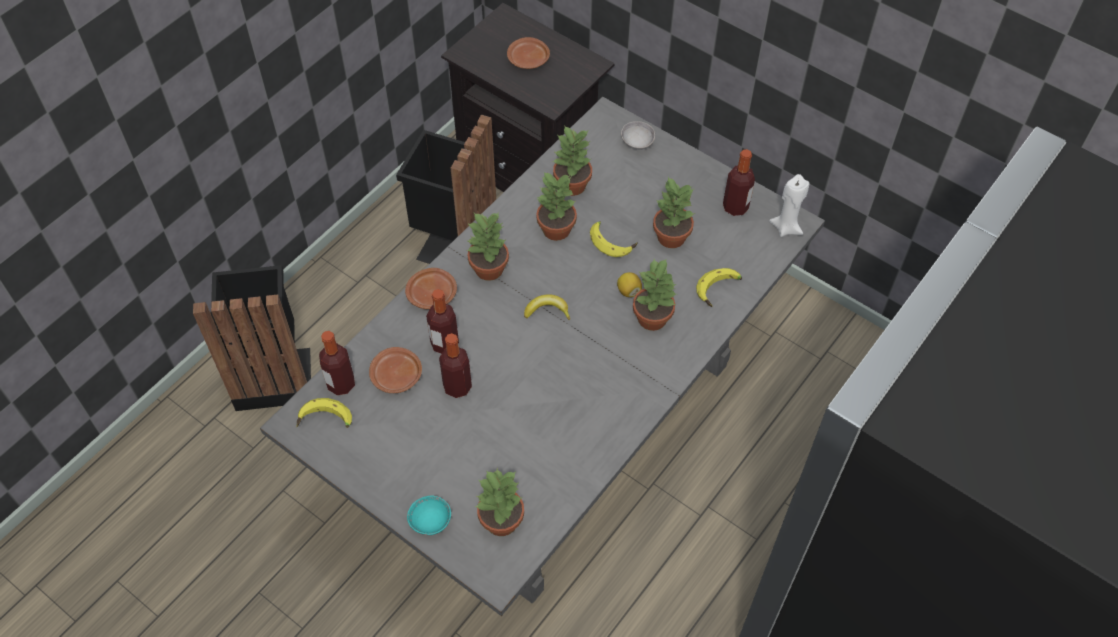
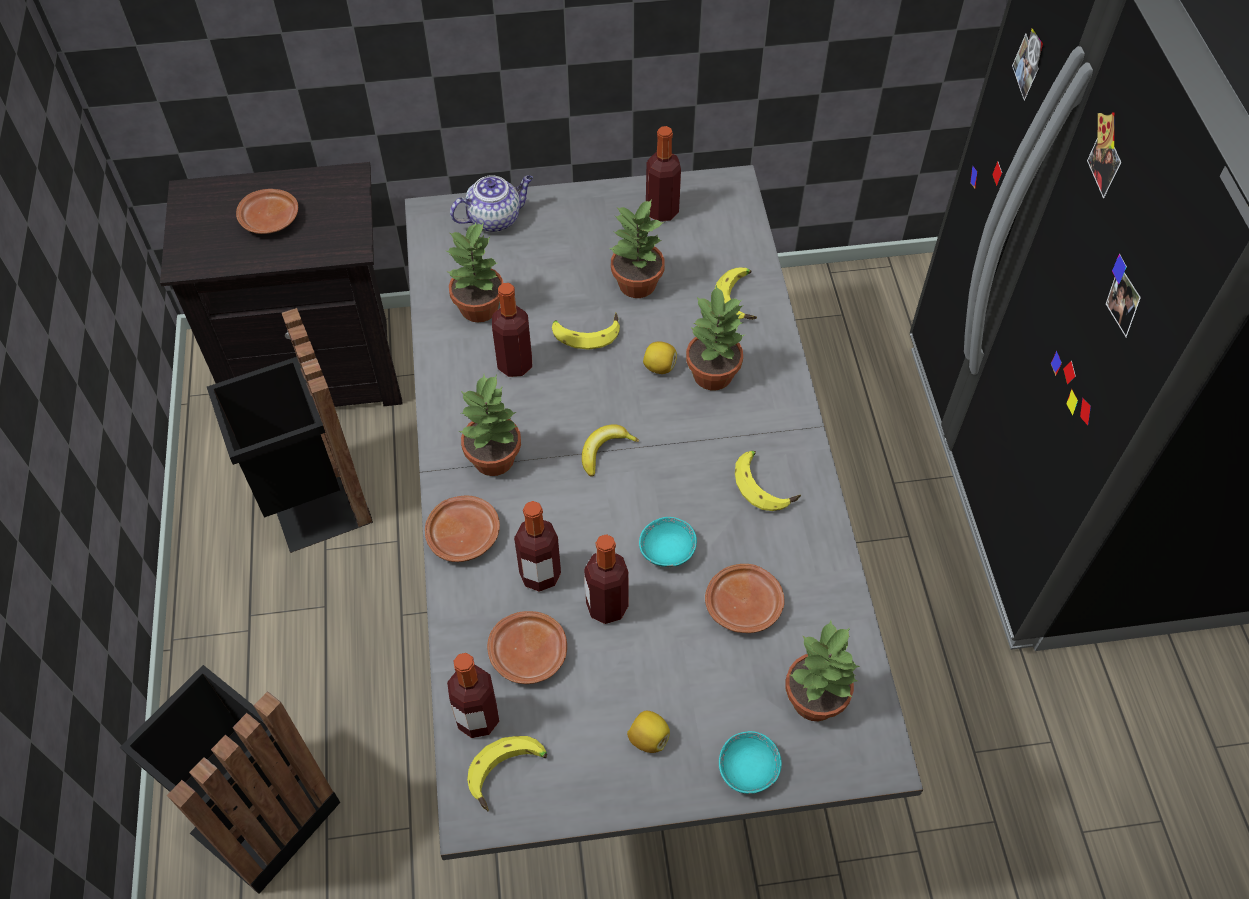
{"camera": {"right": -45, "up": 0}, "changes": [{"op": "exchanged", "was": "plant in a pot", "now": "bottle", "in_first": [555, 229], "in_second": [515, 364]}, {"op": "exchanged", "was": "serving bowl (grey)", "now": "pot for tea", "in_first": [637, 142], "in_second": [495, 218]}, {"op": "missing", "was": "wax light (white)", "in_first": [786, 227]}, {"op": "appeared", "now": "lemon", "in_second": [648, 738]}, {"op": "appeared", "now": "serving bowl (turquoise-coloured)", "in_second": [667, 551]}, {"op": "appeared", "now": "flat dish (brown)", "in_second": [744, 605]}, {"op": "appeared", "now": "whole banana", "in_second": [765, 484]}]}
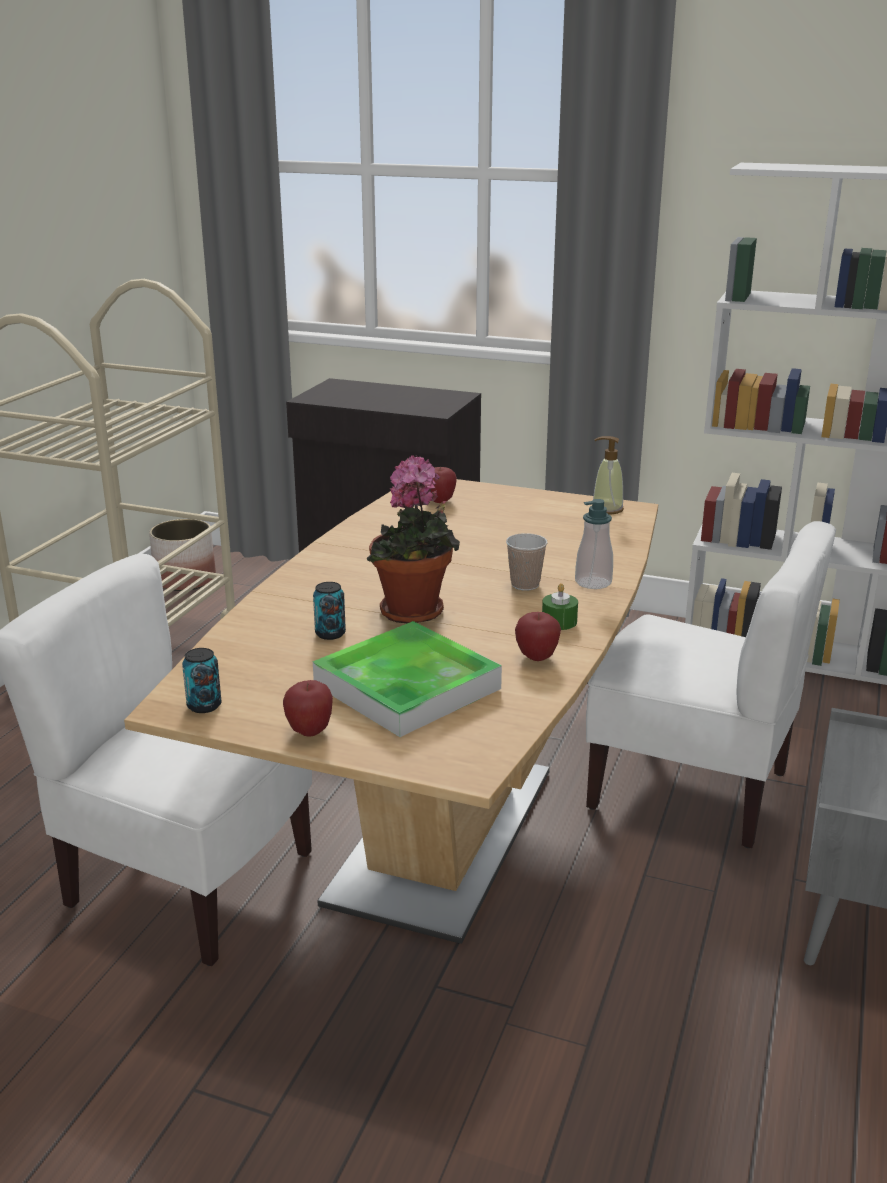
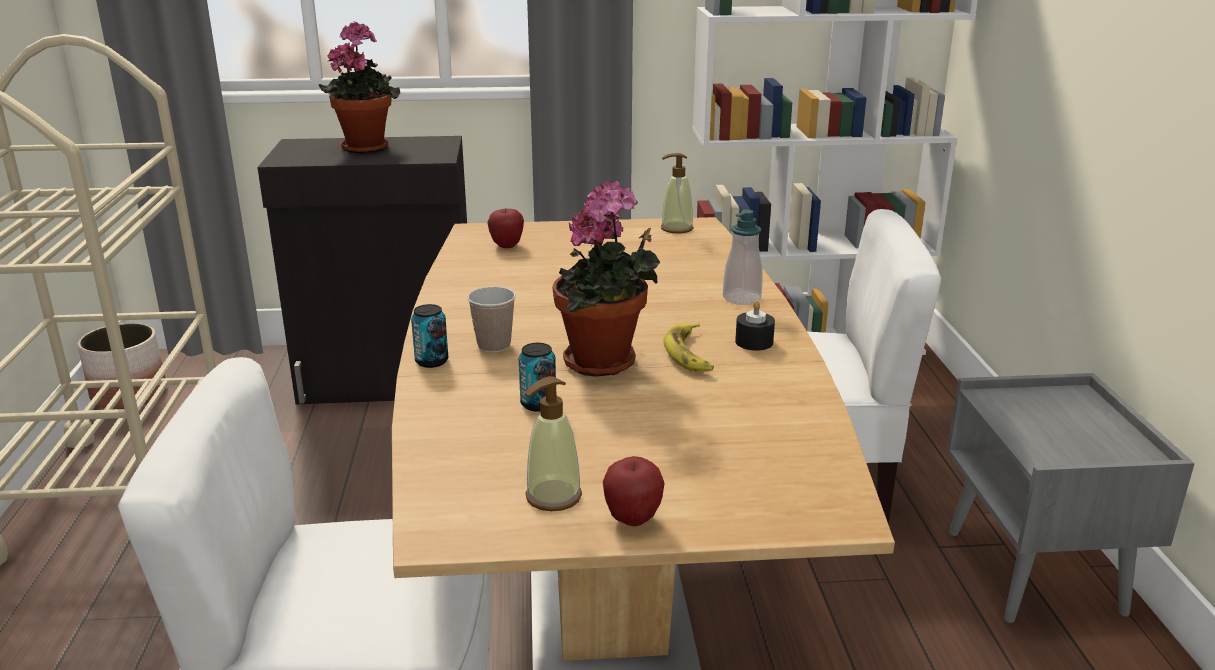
{"camera": {"right": -25, "up": 0}, "changes": [{"op": "relocated", "was": "can", "in_first": [204, 706], "in_second": [431, 361]}, {"op": "missing", "was": "carrying tray", "in_first": [407, 686]}, {"op": "relocated", "was": "drinking cup", "in_first": [525, 585], "in_second": [494, 346]}, {"op": "missing", "was": "apple", "in_first": [537, 658]}, {"op": "colour", "was": "wax light (green-coloured)", "now": "wax light (black-coloured)", "in_first": [559, 622], "in_second": [754, 342]}, {"op": "appeared", "now": "plant in a pot", "in_second": [366, 147]}, {"op": "appeared", "now": "soap dispenser", "in_second": [553, 496]}, {"op": "appeared", "now": "whole banana", "in_second": [690, 354]}]}
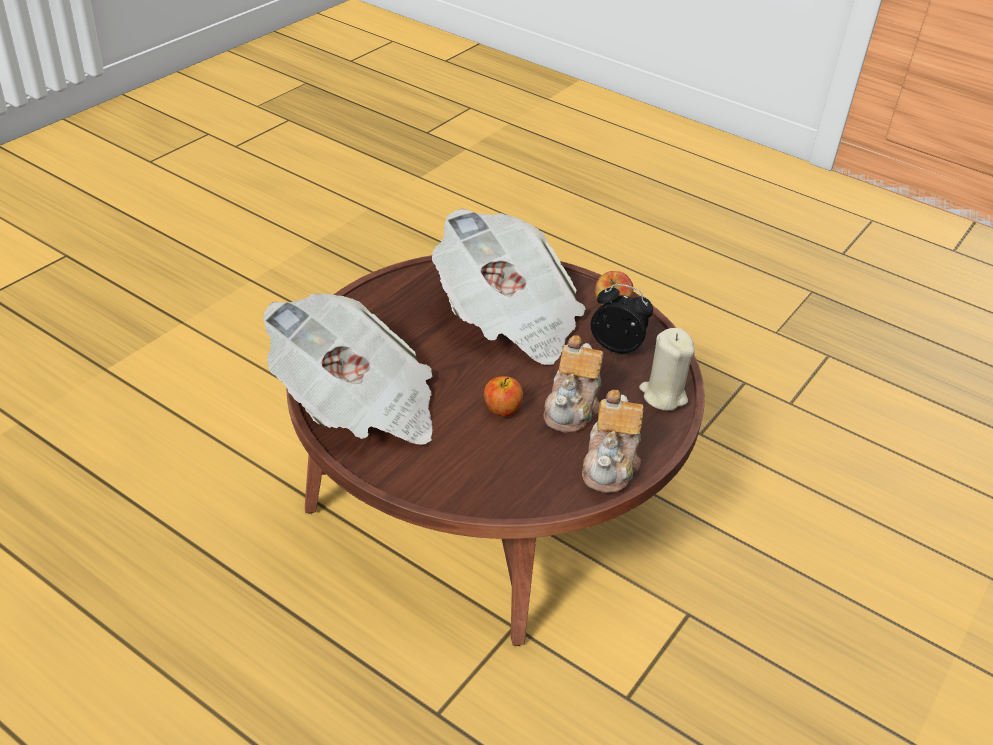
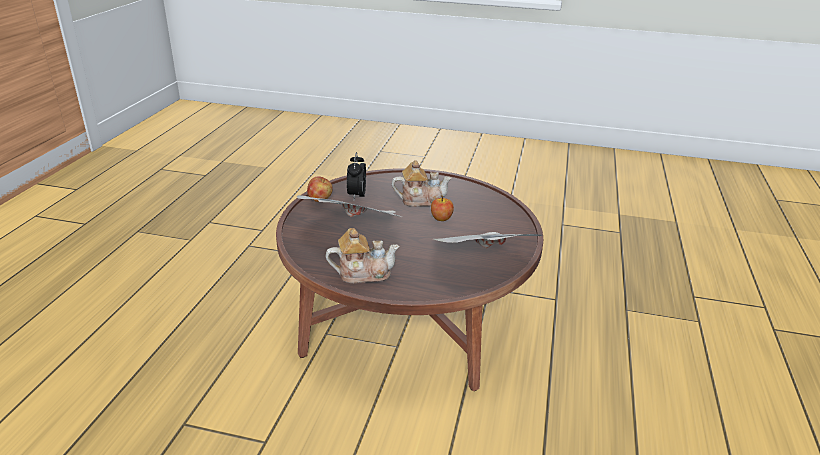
{"camera": {"right": -110, "up": -10}, "changes": [{"op": "relocated", "was": "pot for tea", "in_first": [611, 464], "in_second": [363, 273]}, {"op": "missing", "was": "wax light (sand-coloured)", "in_first": [663, 395]}]}
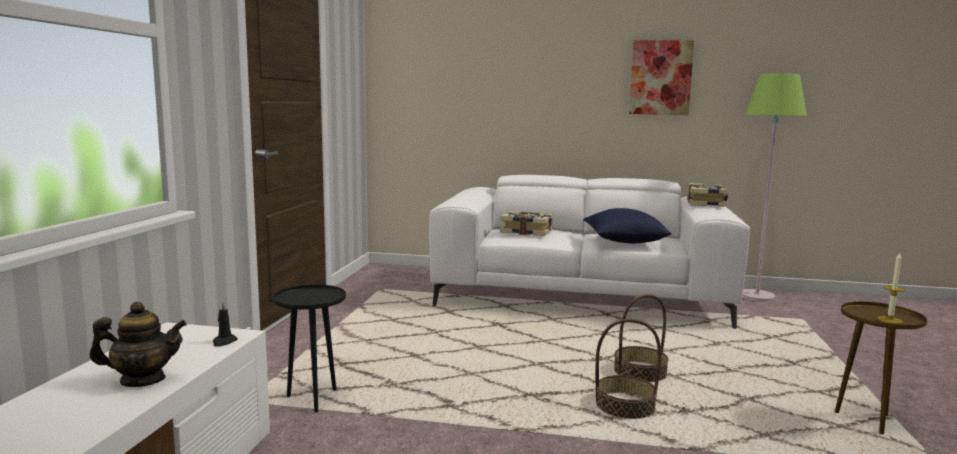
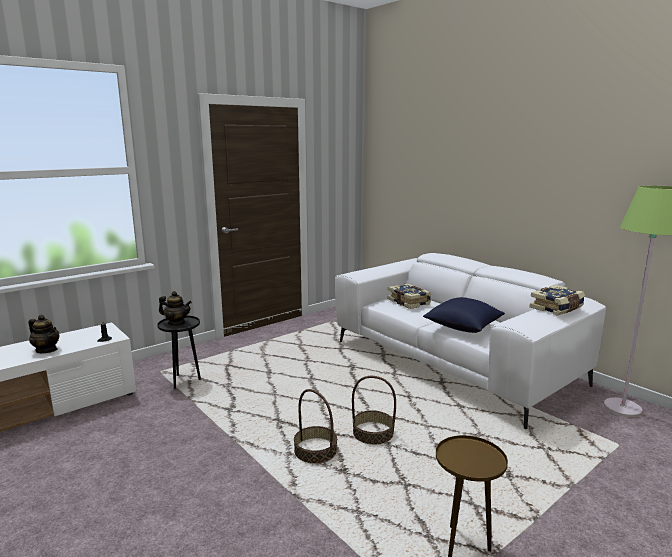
{"camera": {"right": 40, "up": 5}, "changes": [{"op": "missing", "was": "wall art", "in_first": [660, 77]}, {"op": "missing", "was": "wax light", "in_first": [889, 320]}, {"op": "appeared", "now": "pot for tea", "in_second": [176, 323]}]}
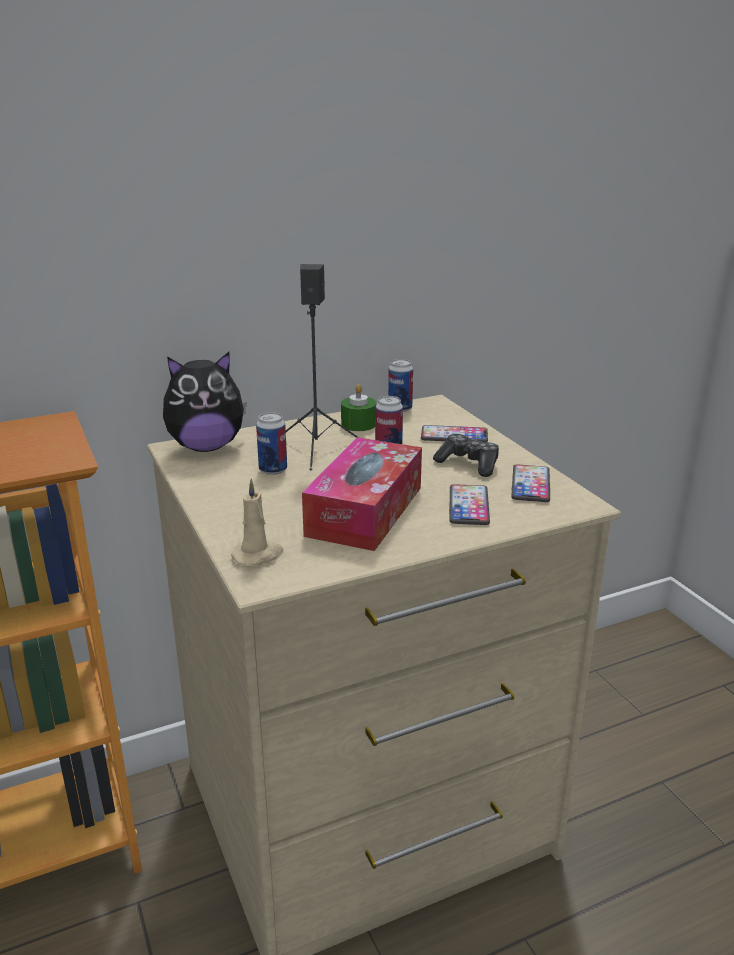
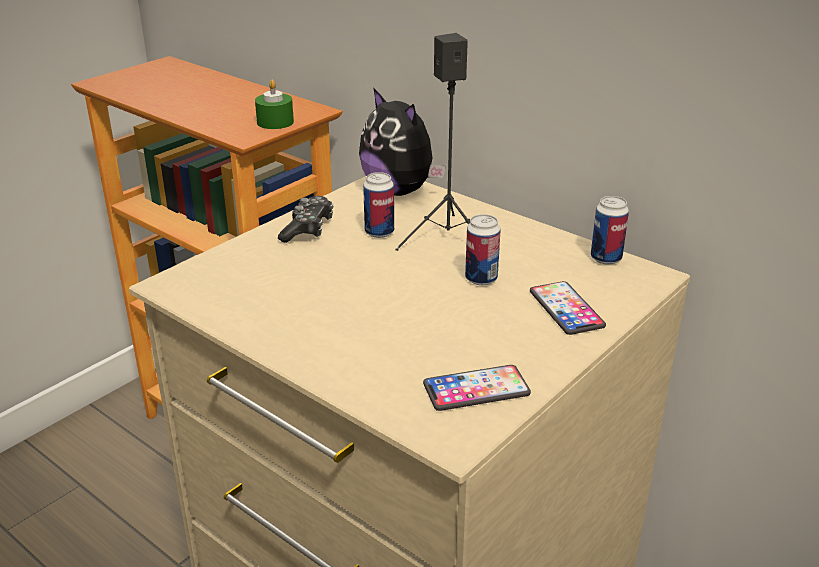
{"camera": {"right": 65, "up": 5}, "changes": [{"op": "missing", "was": "wax light (sand-coloured)", "in_first": [258, 555]}, {"op": "missing", "was": "tissue box", "in_first": [365, 511]}, {"op": "relocated", "was": "wax light (green-coloured)", "in_first": [358, 424], "in_second": [275, 122]}, {"op": "relocated", "was": "gamepad", "in_first": [468, 464], "in_second": [308, 229]}, {"op": "missing", "was": "handset", "in_first": [468, 506]}]}
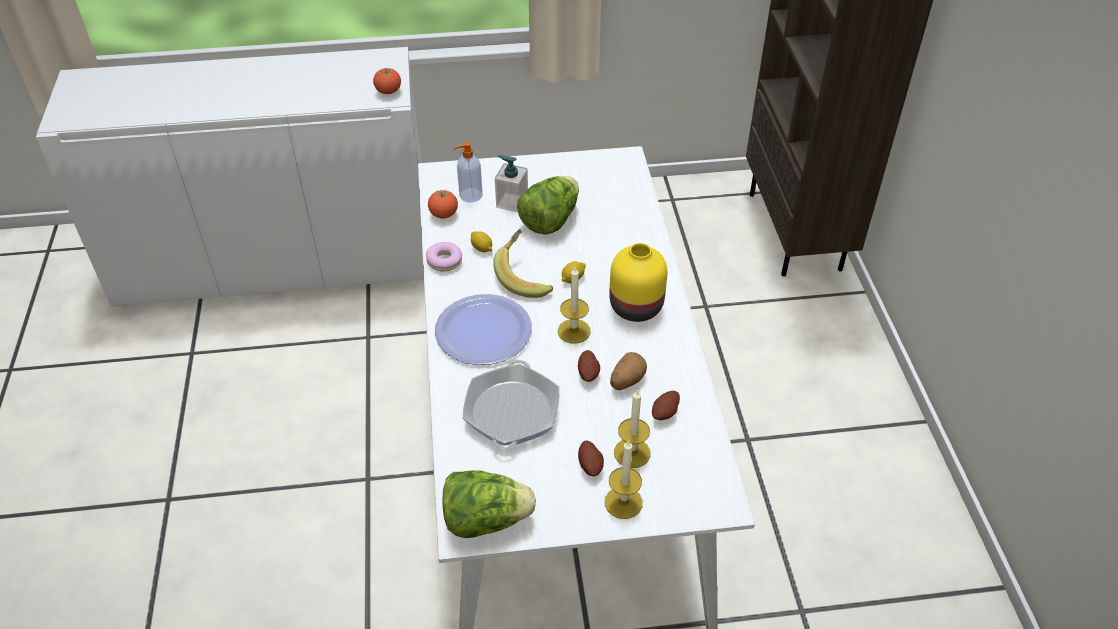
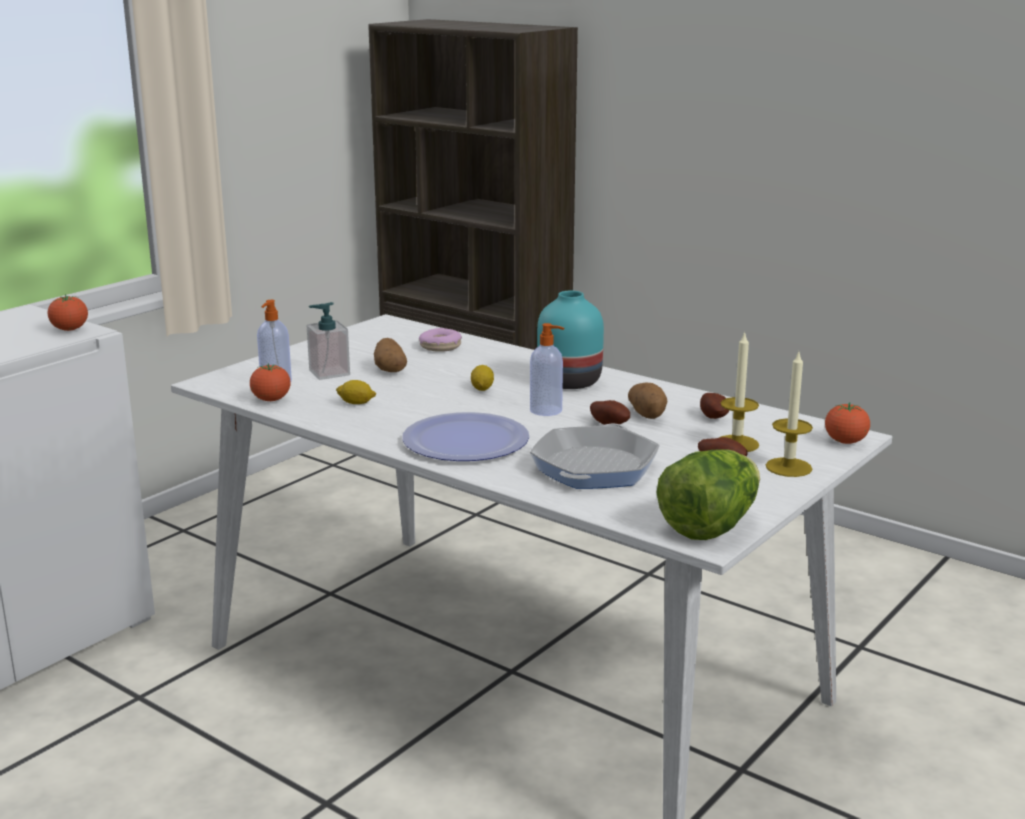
{"camera": {"right": -45, "up": -25}, "changes": [{"op": "relocated", "was": "ring doughnut", "in_first": [444, 261], "in_second": [440, 347]}, {"op": "spun", "was": "pan", "in_first": [512, 412], "in_second": [594, 467], "clockwise": 60}, {"op": "missing", "was": "whole banana", "in_first": [526, 276]}, {"op": "exchanged", "was": "head of lettuce", "now": "spud", "in_first": [550, 220], "in_second": [390, 369]}, {"op": "exchanged", "was": "wax light", "now": "soap dispenser", "in_first": [574, 331], "in_second": [547, 410]}, {"op": "colour", "was": "decorative vase (yellow-coloured)", "now": "decorative vase (turquoise-coloured)", "in_first": [637, 307], "in_second": [571, 381]}, {"op": "appeared", "now": "fresh tomato", "in_second": [845, 442]}]}
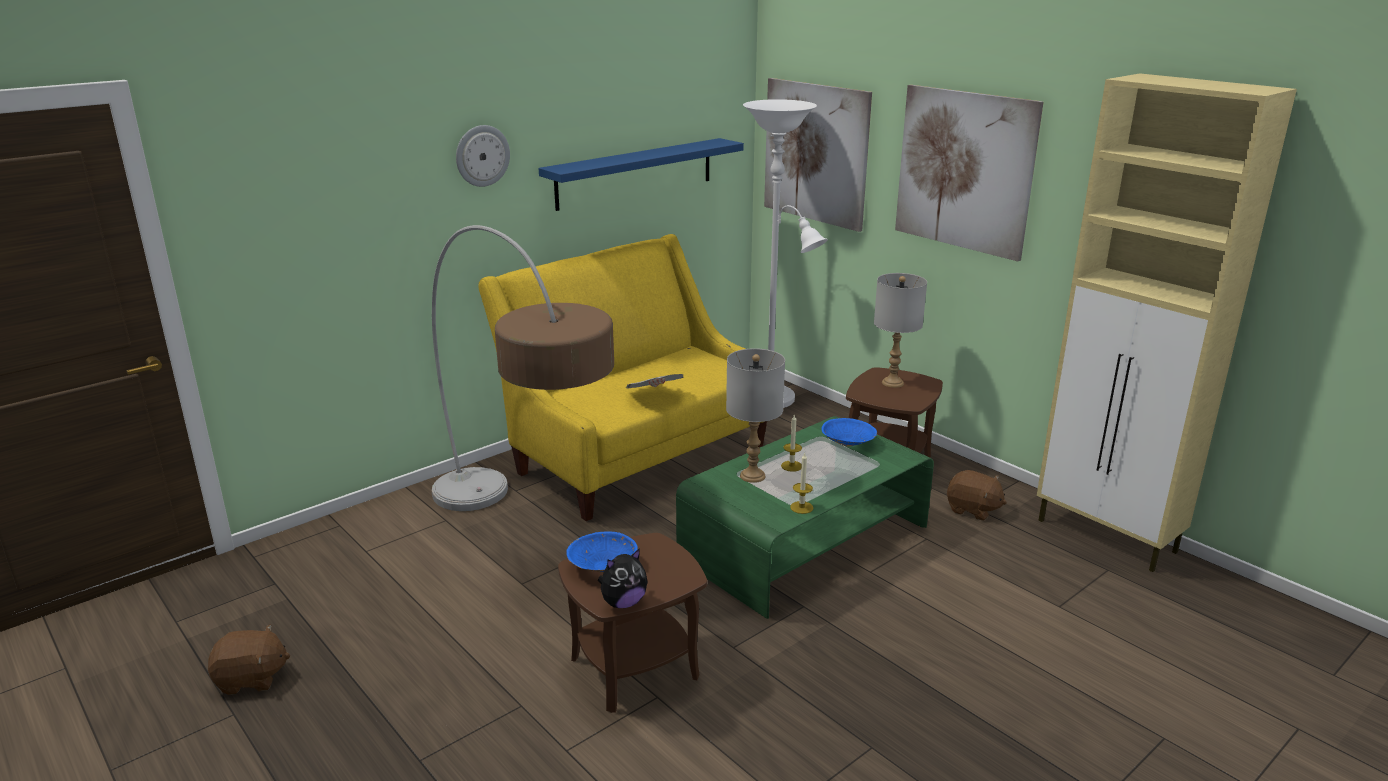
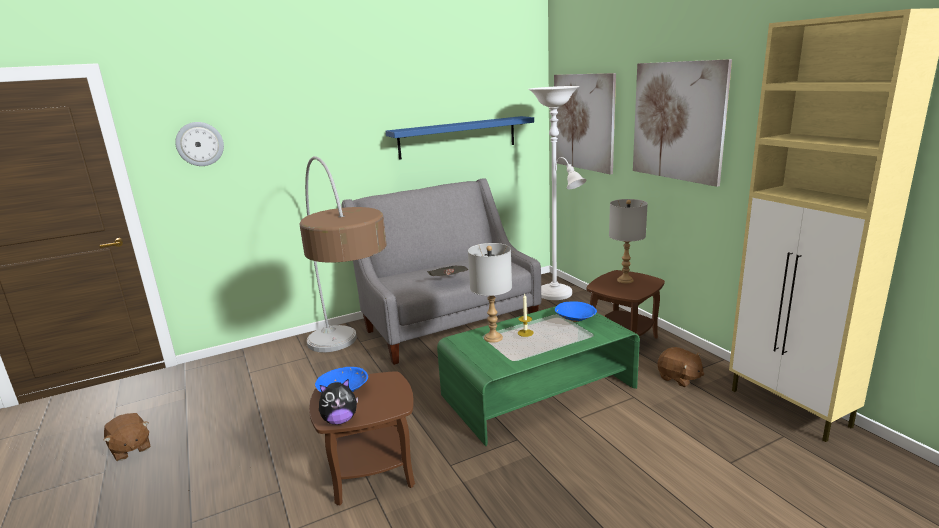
{"camera": {"right": 15, "up": -5}, "changes": [{"op": "spun", "was": "plush toy (brown)", "in_first": [251, 679], "in_second": [130, 449], "clockwise": 45}, {"op": "relocated", "was": "wall clock", "in_first": [482, 155], "in_second": [200, 144]}, {"op": "colour", "was": "sofa (yellow-coloured)", "now": "sofa (grey)", "in_first": [634, 454], "in_second": [447, 323]}, {"op": "missing", "was": "wax light", "in_first": [801, 507]}]}
